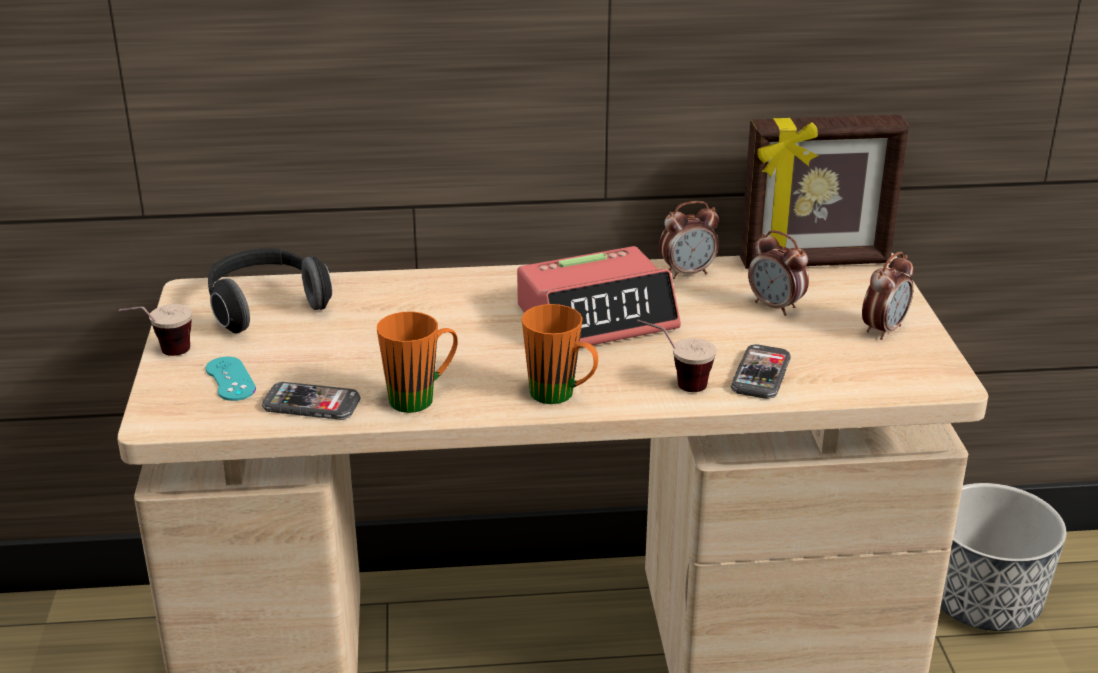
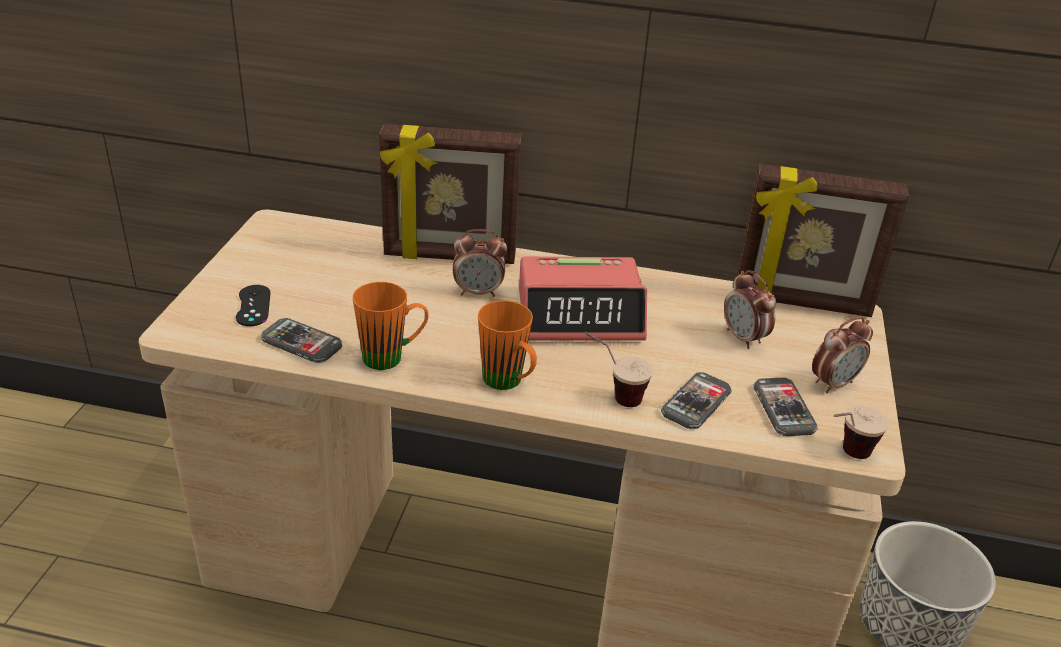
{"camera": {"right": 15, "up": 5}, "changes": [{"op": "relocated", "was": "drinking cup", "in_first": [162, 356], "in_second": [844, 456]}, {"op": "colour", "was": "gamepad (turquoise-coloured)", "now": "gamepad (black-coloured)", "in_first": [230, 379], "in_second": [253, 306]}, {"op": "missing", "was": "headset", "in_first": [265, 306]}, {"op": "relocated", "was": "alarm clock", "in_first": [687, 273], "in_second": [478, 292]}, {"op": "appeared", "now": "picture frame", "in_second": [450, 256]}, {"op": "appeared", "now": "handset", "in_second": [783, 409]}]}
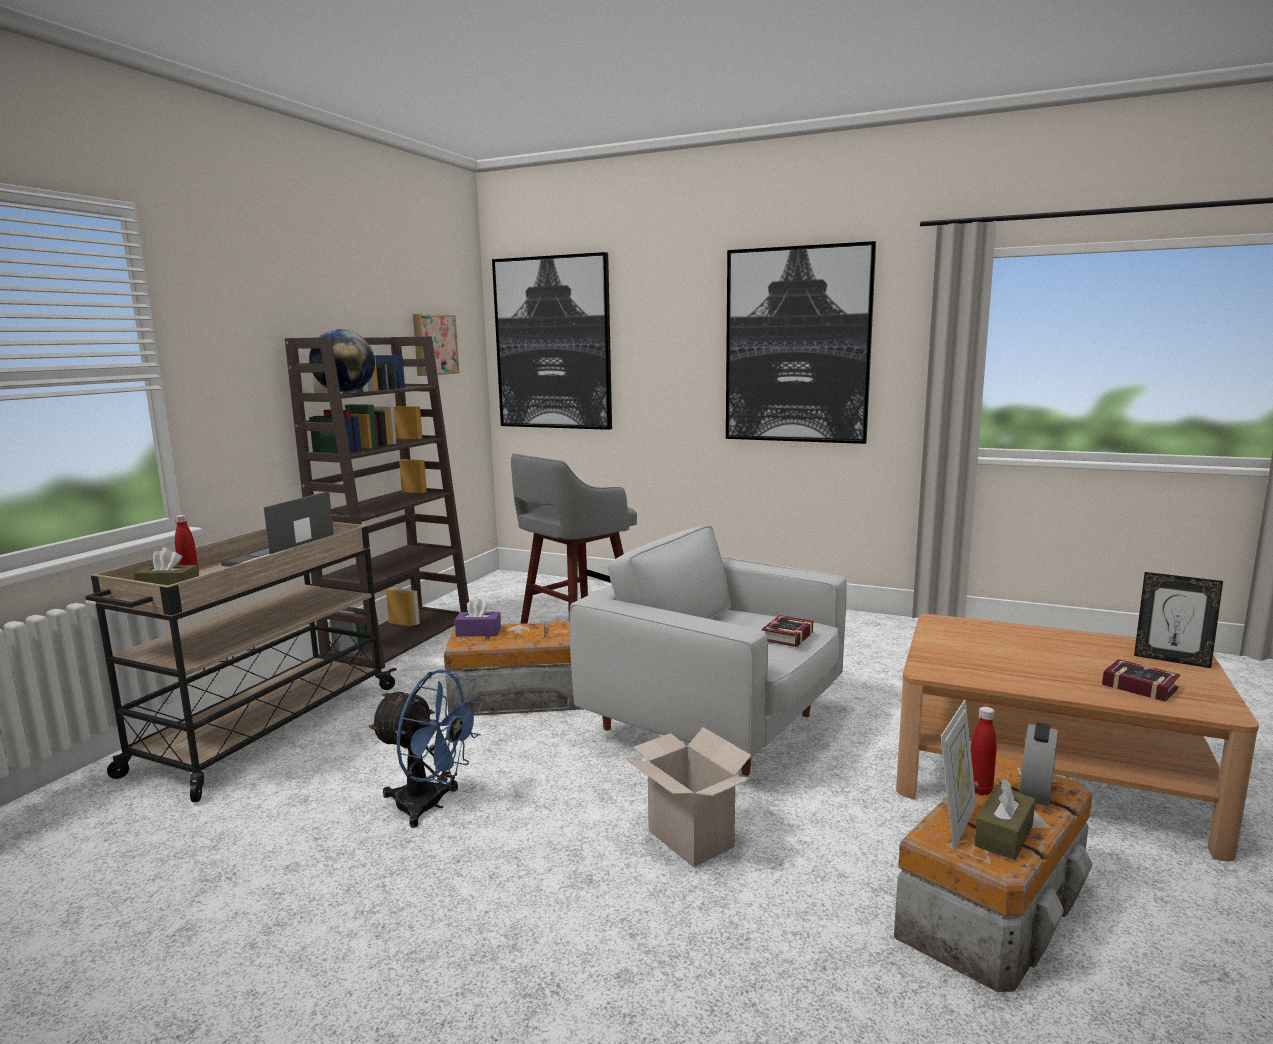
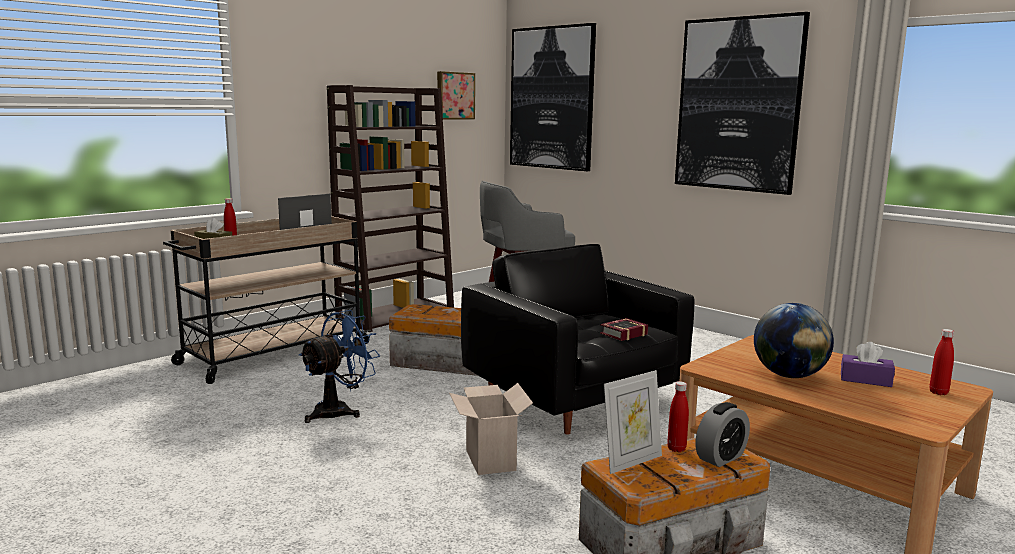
{"camera": {"right": 20, "up": 0}, "changes": [{"op": "relocated", "was": "desk globe", "in_first": [345, 392], "in_second": [789, 375]}, {"op": "spun", "was": "electric fan (blue-coloured)", "in_first": [430, 805], "in_second": [339, 411], "clockwise": -90}, {"op": "relocated", "was": "tissue box (purple)", "in_first": [478, 632], "in_second": [865, 380]}, {"op": "colour", "was": "lounge chair (white)", "now": "lounge chair (black-coloured)", "in_first": [716, 724], "in_second": [575, 401]}, {"op": "missing", "was": "tissue box (brown)", "in_first": [1004, 835]}, {"op": "missing", "was": "volume", "in_first": [1137, 685]}, {"op": "exchanged", "was": "picture frame", "now": "bottle (red)", "in_first": [1171, 660], "in_second": [938, 392]}]}
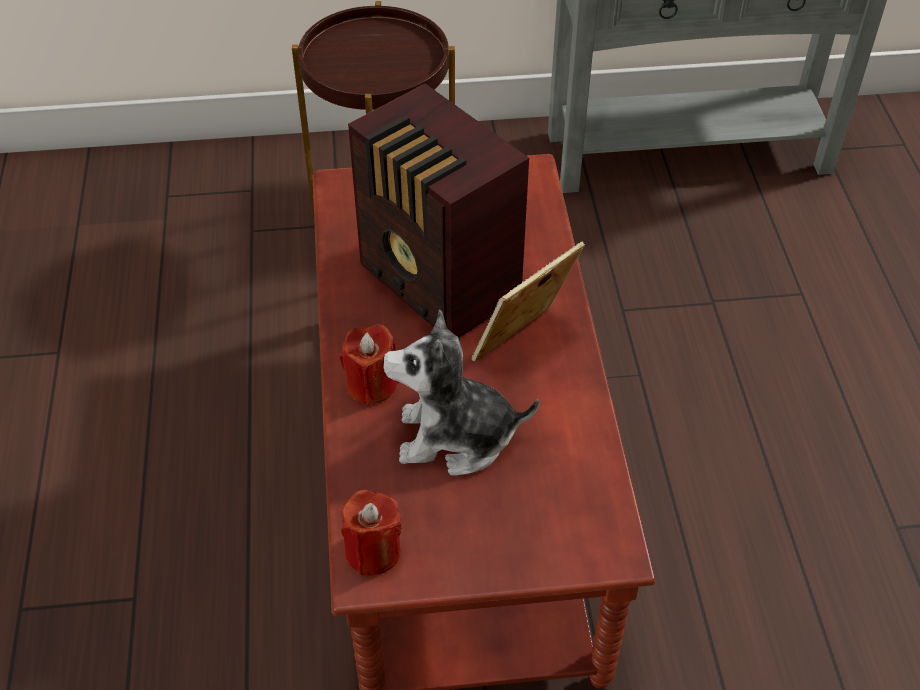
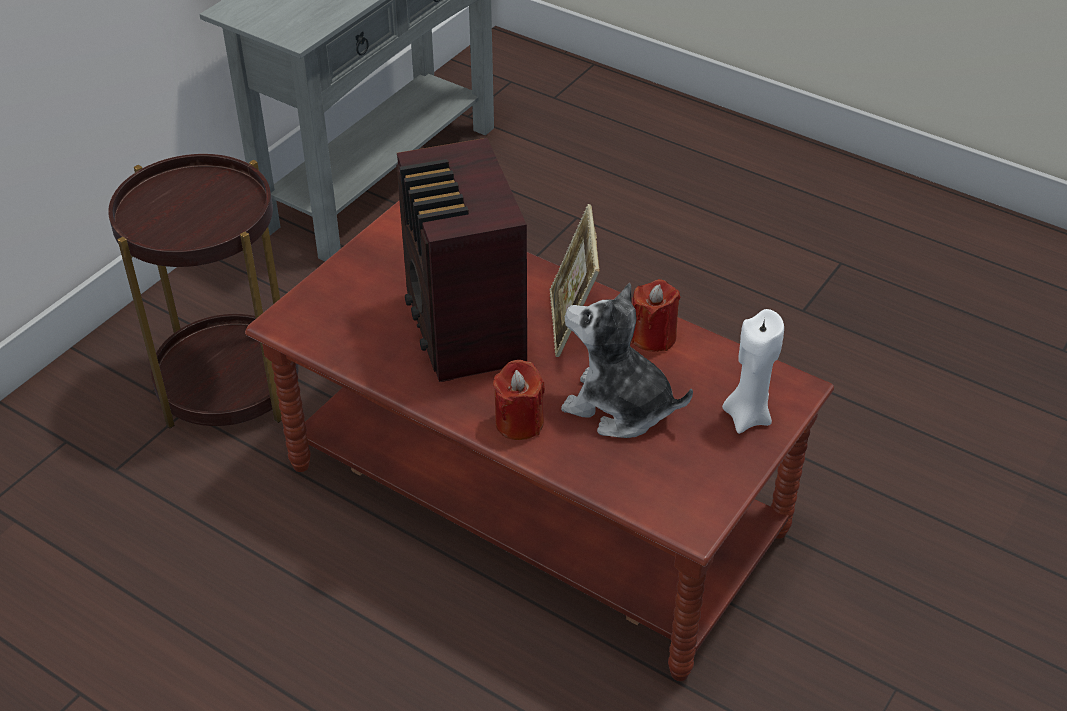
{"camera": {"right": -50, "up": -5}, "changes": [{"op": "relocated", "was": "wax light (red)", "in_first": [373, 551], "in_second": [653, 337]}, {"op": "spun", "was": "radio", "in_first": [439, 286], "in_second": [463, 331], "clockwise": 75}, {"op": "spun", "was": "plush toy", "in_first": [455, 437], "in_second": [619, 407], "clockwise": 75}, {"op": "appeared", "now": "wax light (white)", "in_second": [747, 416]}]}
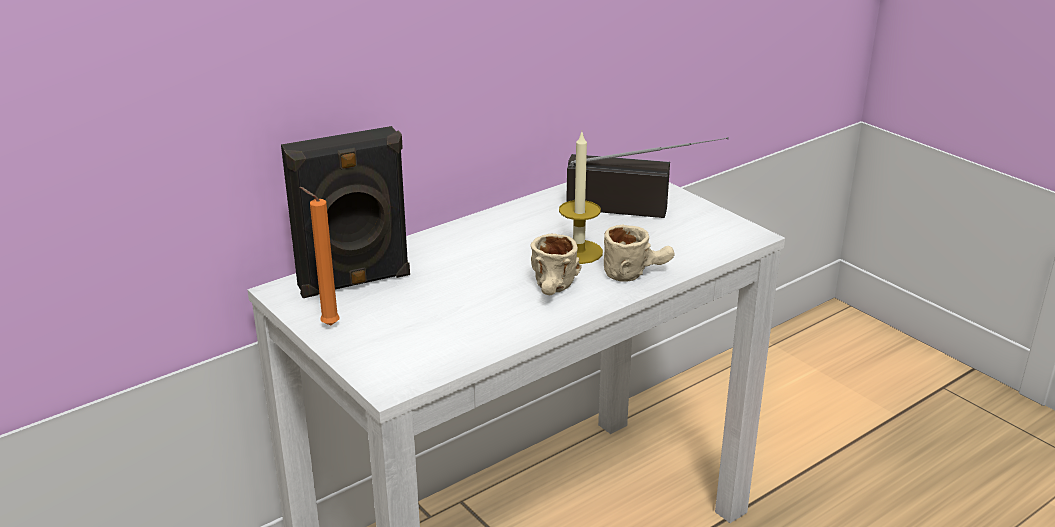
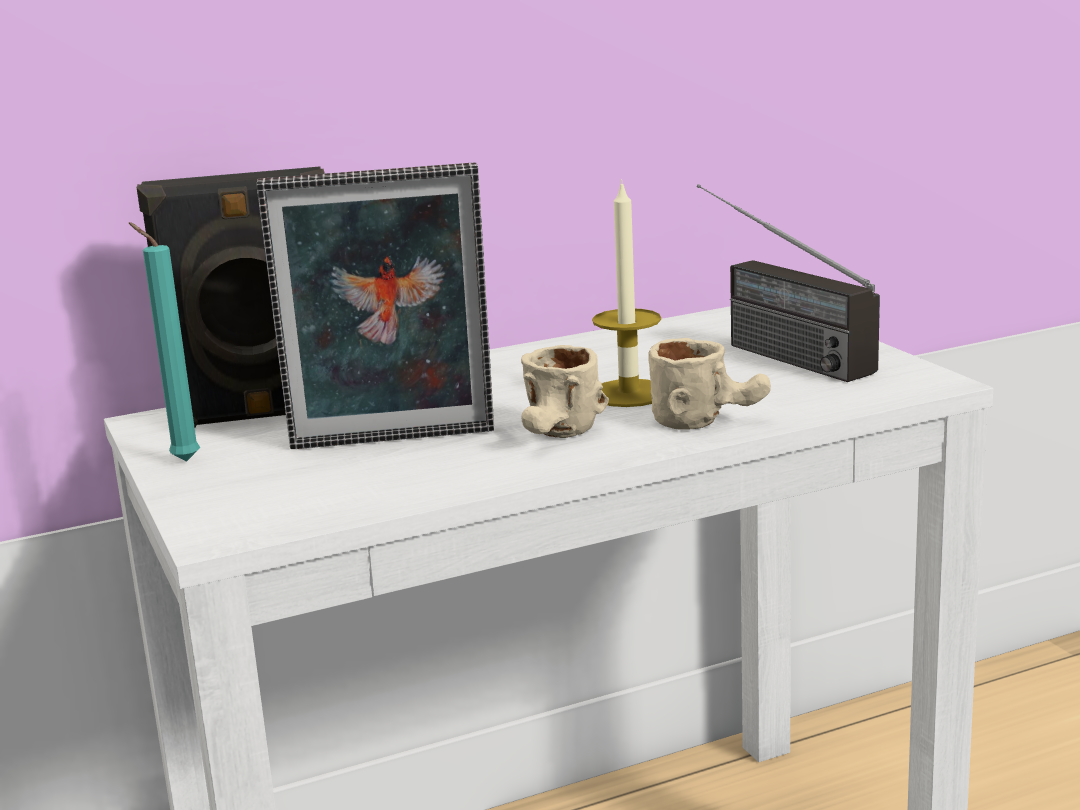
{"camera": {"right": 15, "up": -10}, "changes": [{"op": "colour", "was": "wax light (orange-coloured)", "now": "wax light (turquoise-coloured)", "in_first": [327, 325], "in_second": [182, 461]}, {"op": "spun", "was": "radio", "in_first": [643, 210], "in_second": [766, 350], "clockwise": -150}, {"op": "appeared", "now": "picture frame", "in_second": [393, 442]}]}
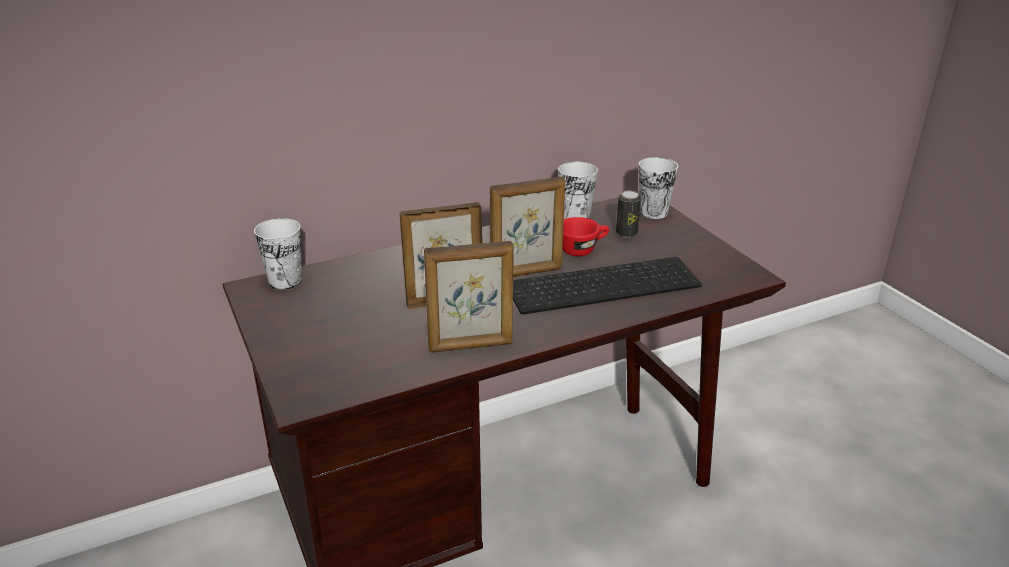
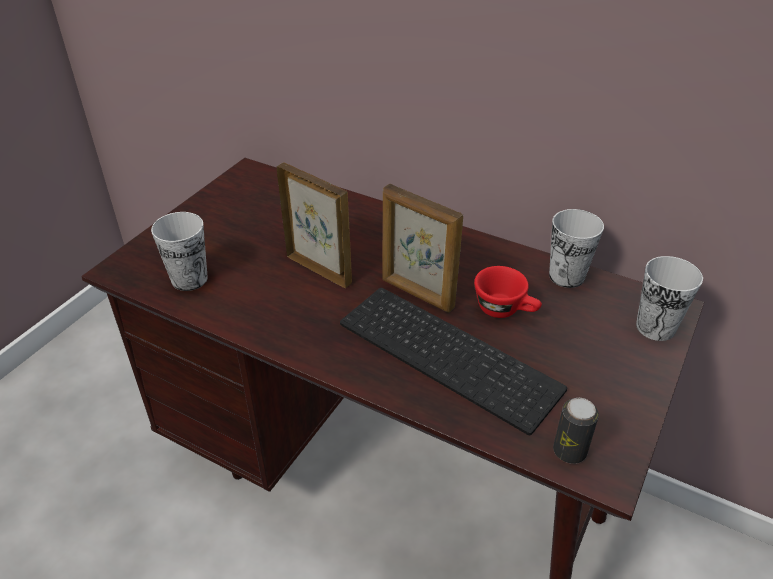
{"camera": {"right": 55, "up": 10}, "changes": [{"op": "relocated", "was": "drinking cup", "in_first": [285, 281], "in_second": [189, 279]}, {"op": "missing", "was": "picture frame", "in_first": [471, 346]}, {"op": "relocated", "was": "can", "in_first": [626, 233], "in_second": [569, 451]}]}
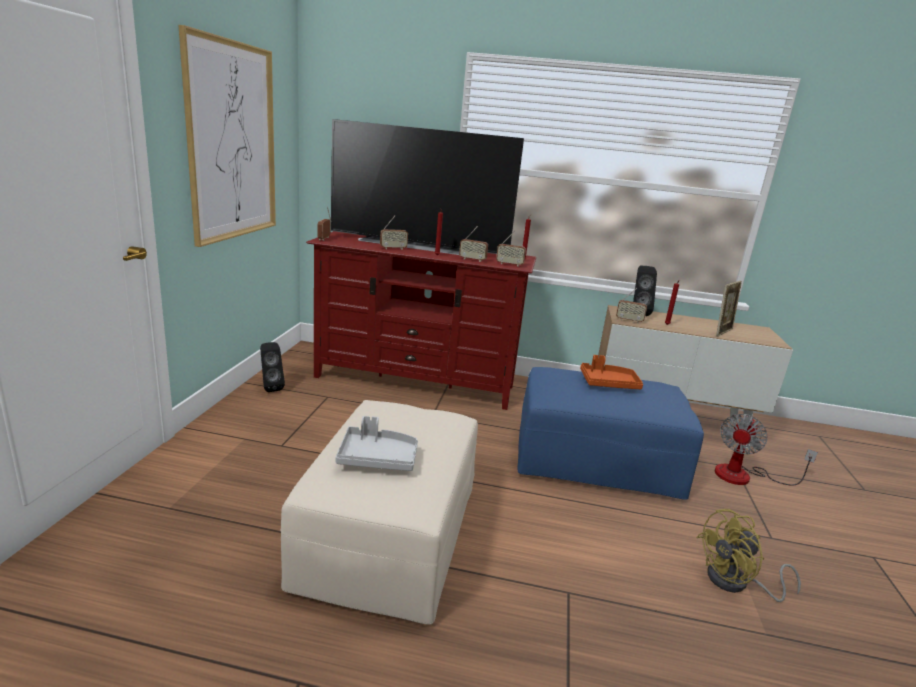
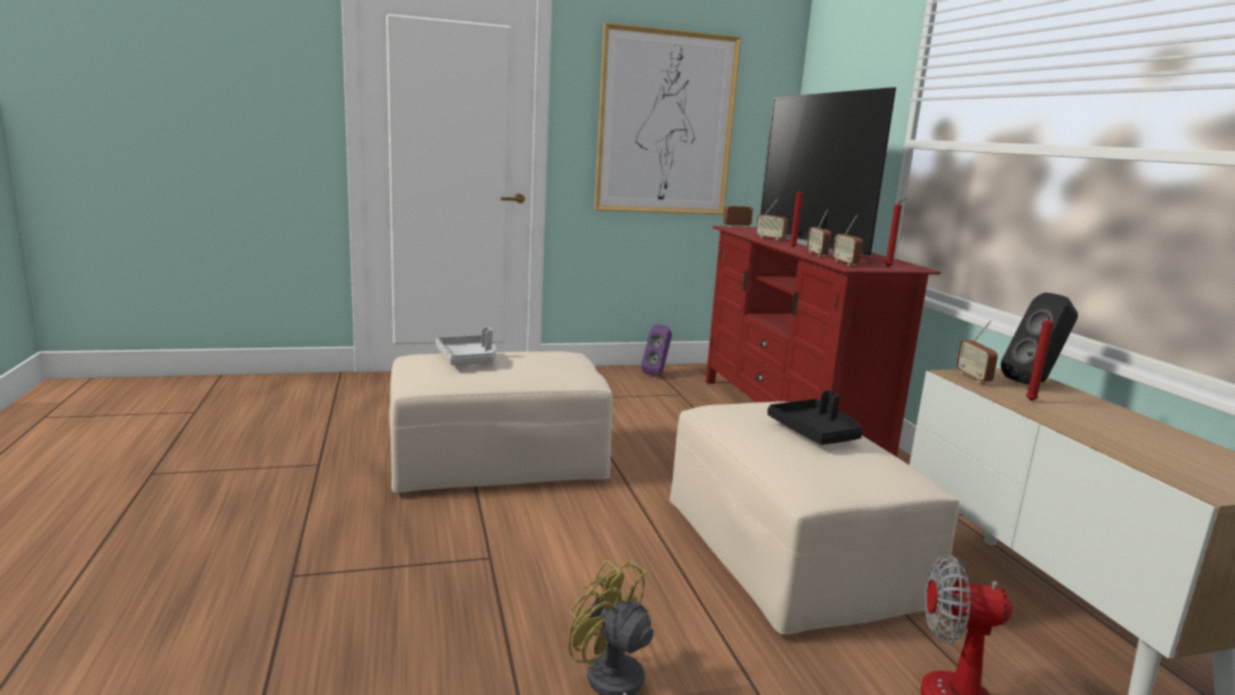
{"camera": {"right": 65, "up": -5}, "changes": [{"op": "colour", "was": "loudspeaker (black-coloured)", "now": "loudspeaker (purple)", "in_first": [270, 387], "in_second": [657, 373]}, {"op": "colour", "was": "footrest (blue-coloured)", "now": "footrest (sand-coloured)", "in_first": [596, 460], "in_second": [789, 553]}, {"op": "colour", "was": "carrying tray (orange-coloured)", "now": "carrying tray (black-coloured)", "in_first": [608, 383], "in_second": [815, 433]}, {"op": "missing", "was": "picture frame", "in_first": [722, 332]}]}
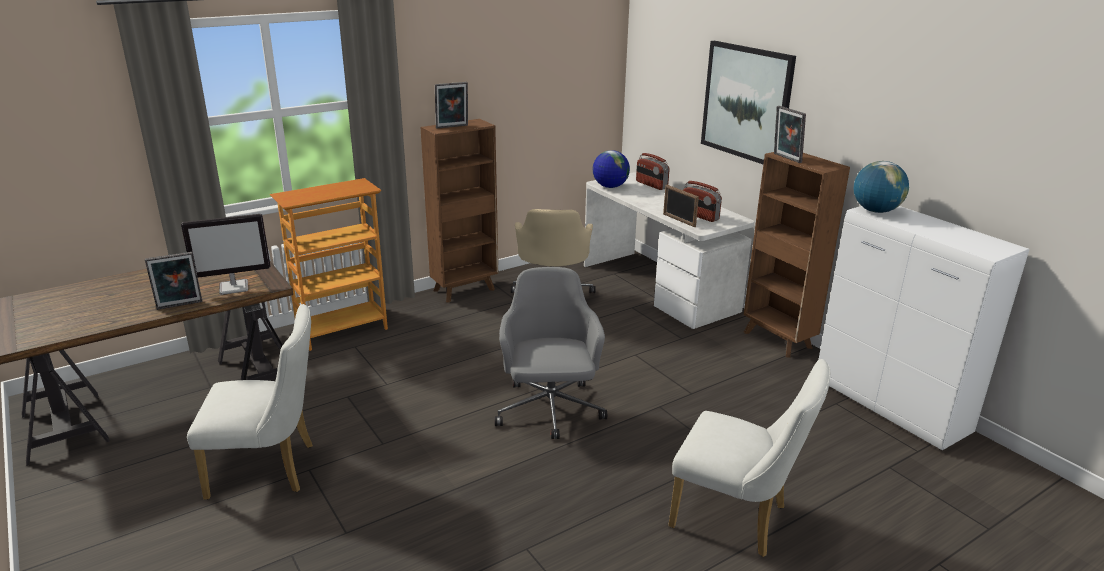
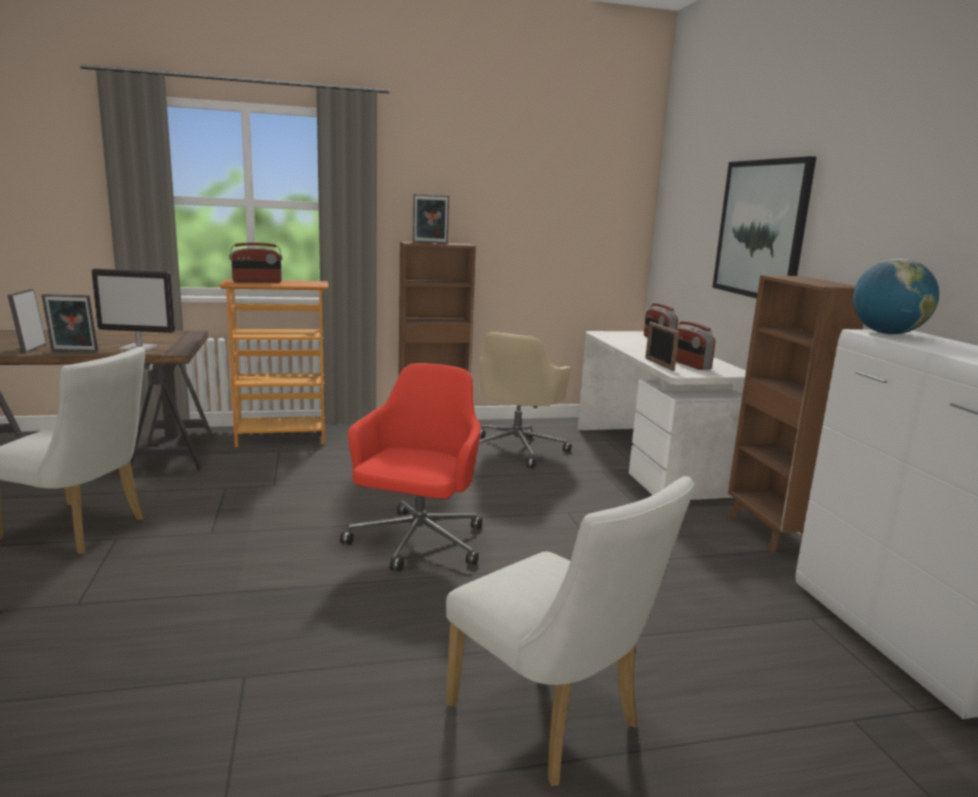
{"camera": {"right": 20, "up": -10}, "changes": [{"op": "colour", "was": "computer chair (grey)", "now": "computer chair (red)", "in_first": [550, 411], "in_second": [417, 543]}, {"op": "missing", "was": "desk globe", "in_first": [610, 187]}, {"op": "relocated", "was": "picture frame", "in_first": [785, 158], "in_second": [31, 348]}, {"op": "appeared", "now": "radio", "in_second": [257, 282]}]}
